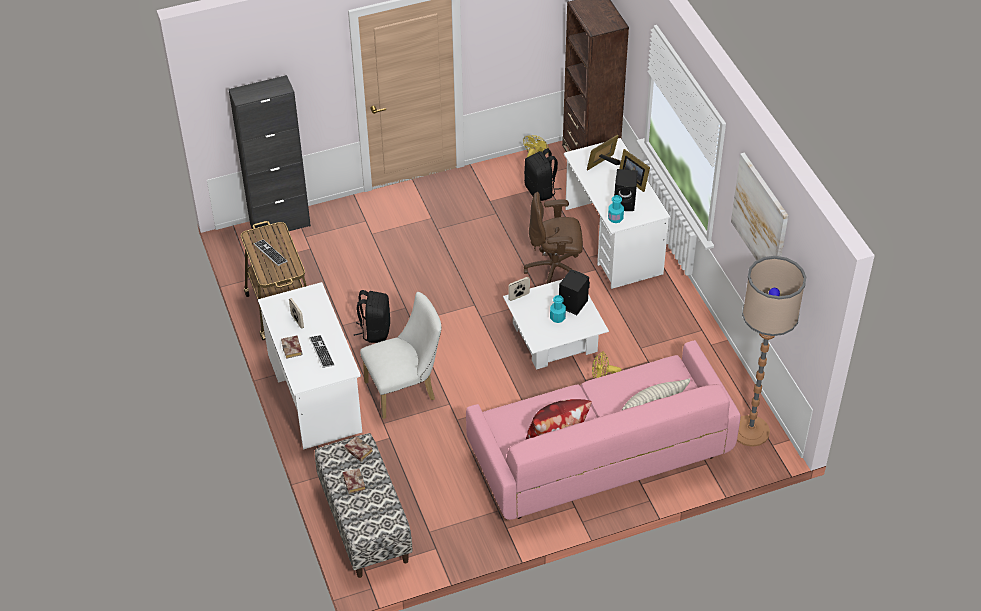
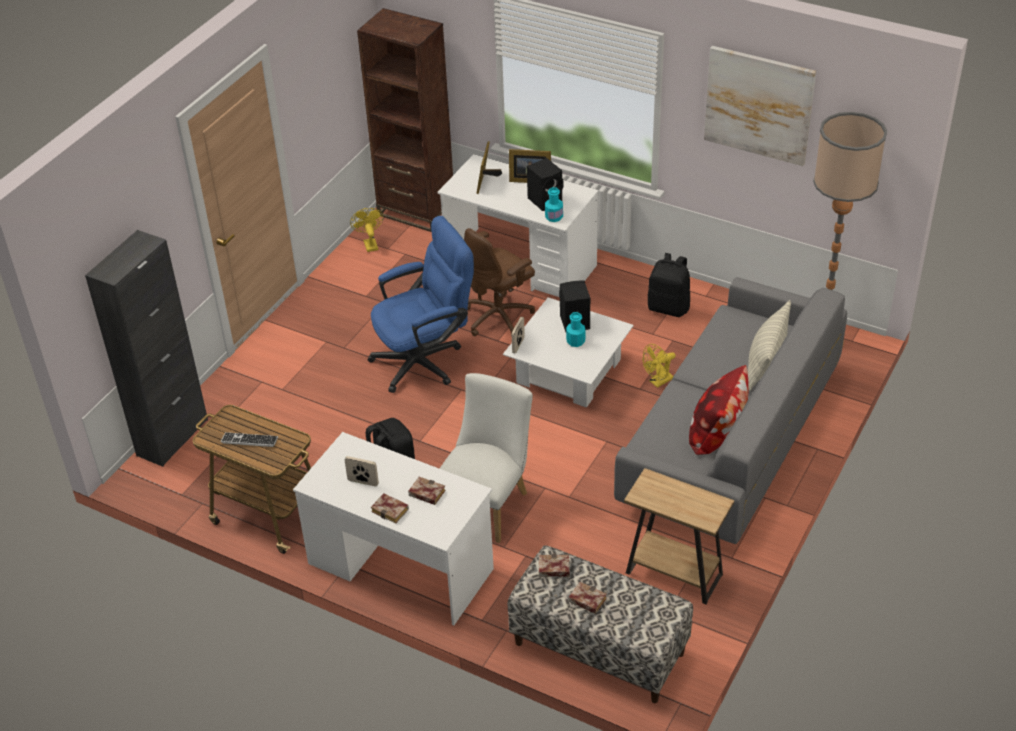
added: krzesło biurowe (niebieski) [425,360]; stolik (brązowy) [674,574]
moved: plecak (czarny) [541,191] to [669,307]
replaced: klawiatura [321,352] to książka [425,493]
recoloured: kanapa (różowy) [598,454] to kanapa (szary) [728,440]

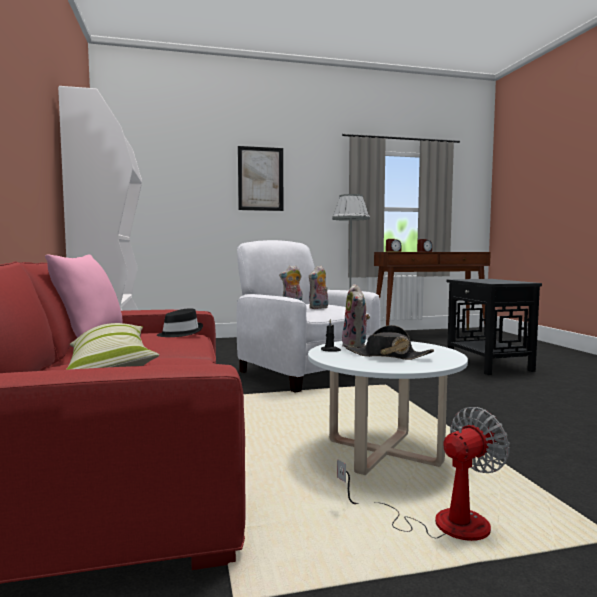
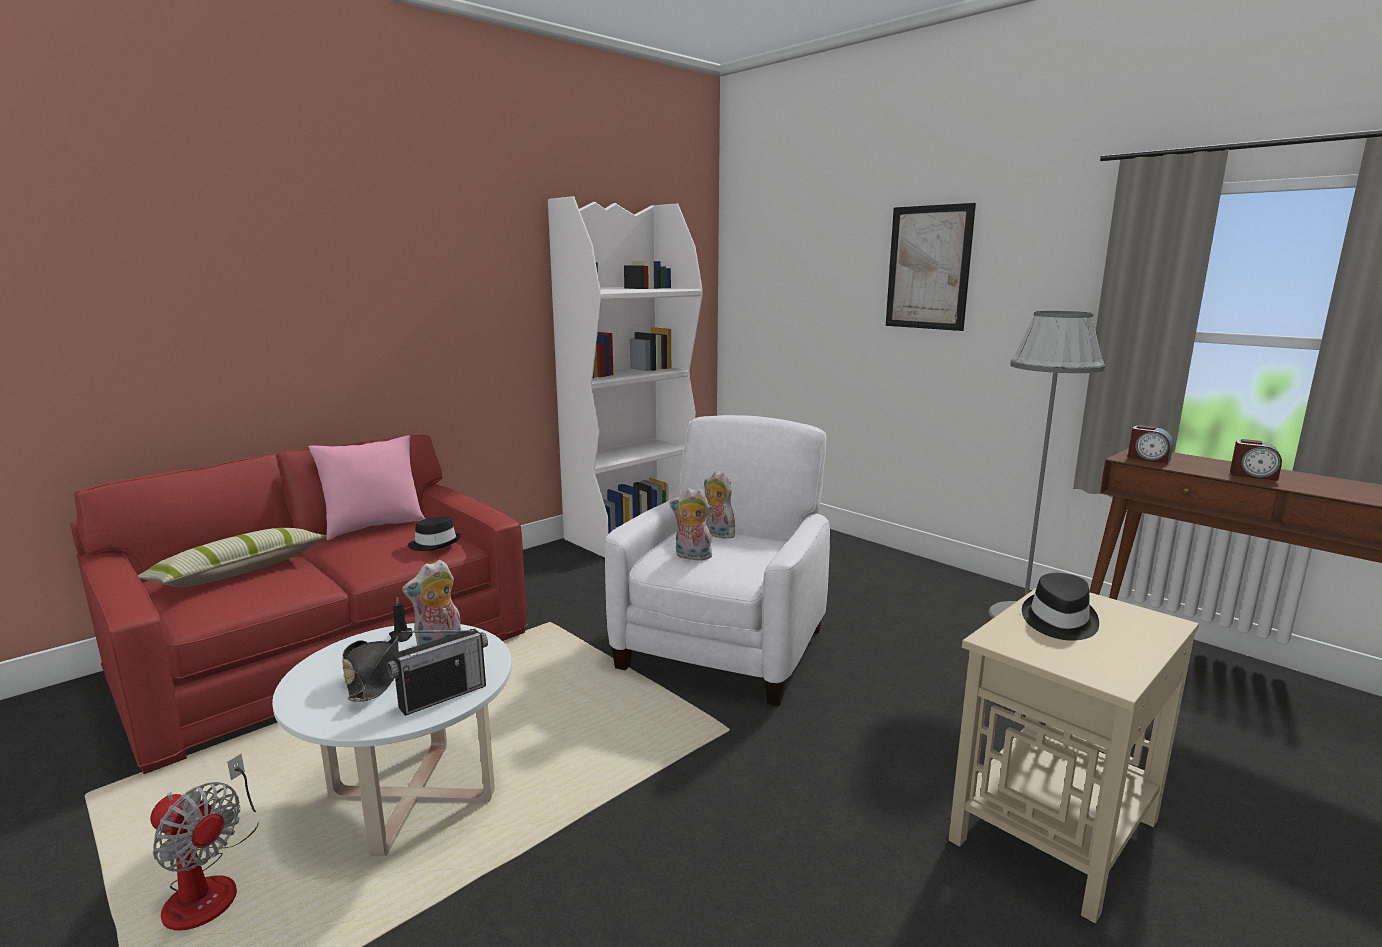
added: radio [442,696]; kapelusz (czarny) [1058,621]
recoloured: stolik (czarny) [488,365] to stolik (beżowy) [1052,829]

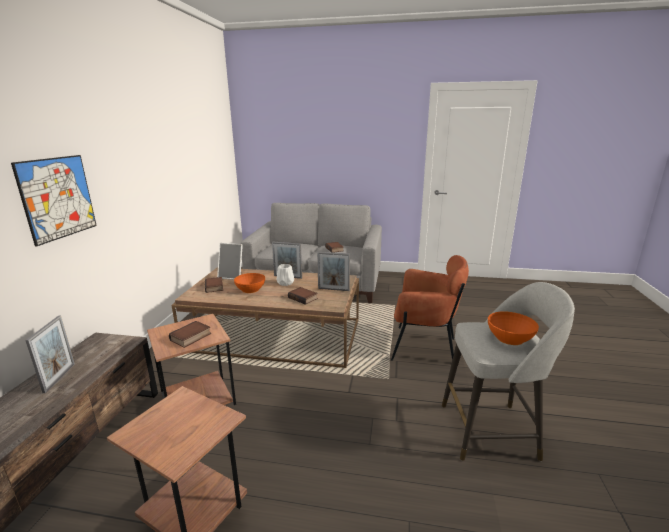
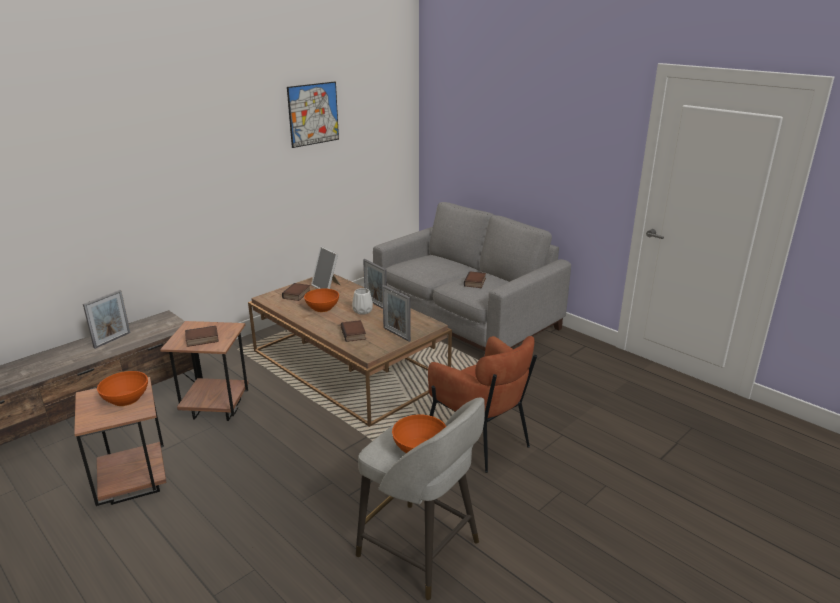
added: miska (pomarańczowy) [126,399]
moved: obraz [58,198] to [313,114]

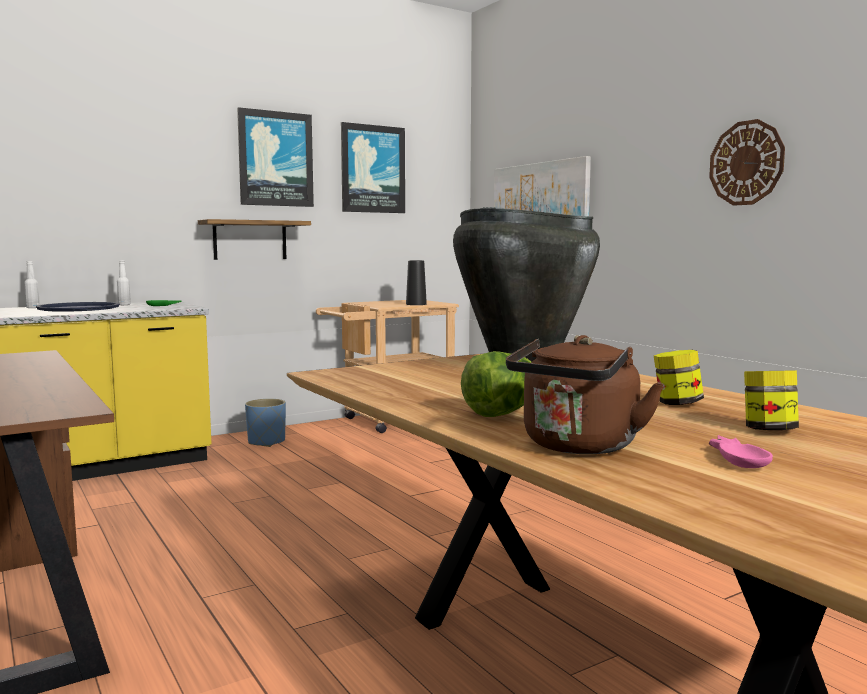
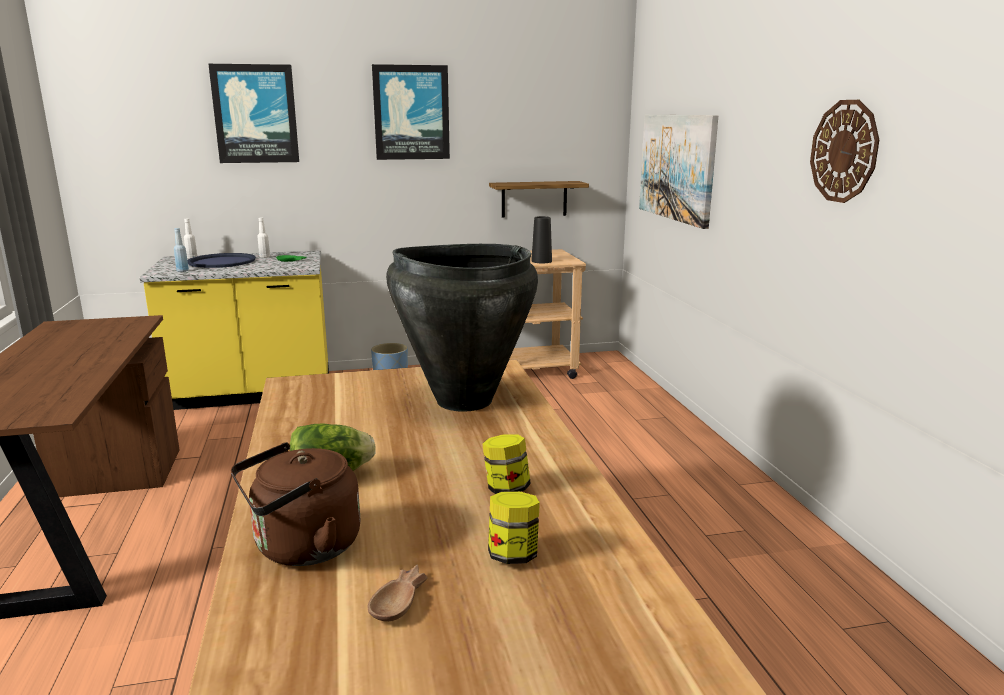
added: butelka (niebieski) [182,271]
moved: półka [250,240] to [534,199]; obraz [372,169] to [255,114]
recoloured: miska (różowy) [739,459] to miska (brązowy) [401,600]

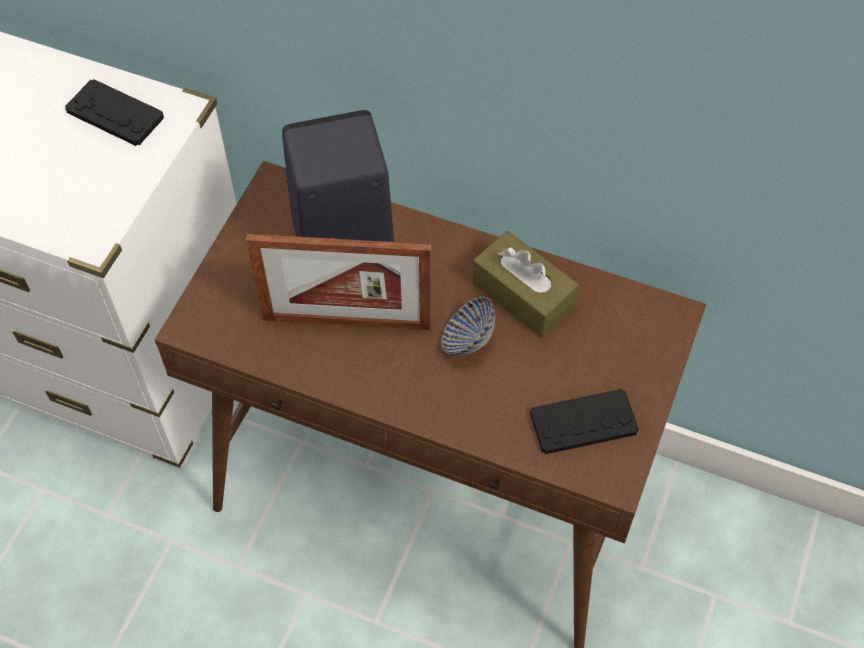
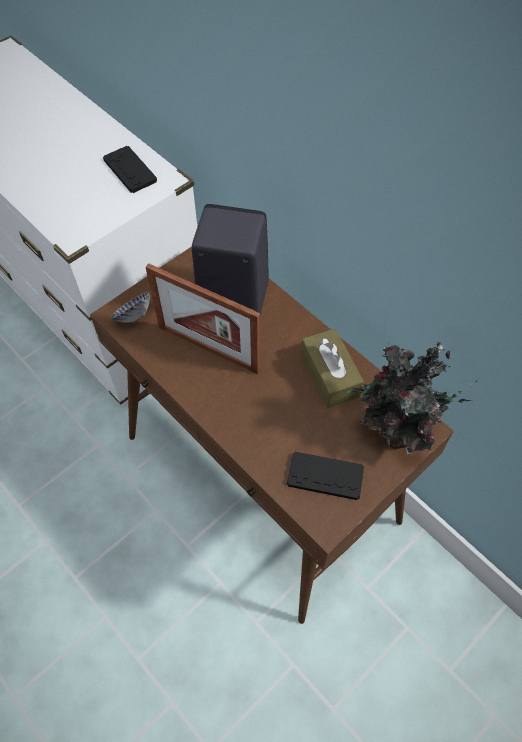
added: roślina doniczkowa [394,434]
moved: miska [468,340] to [133,316]

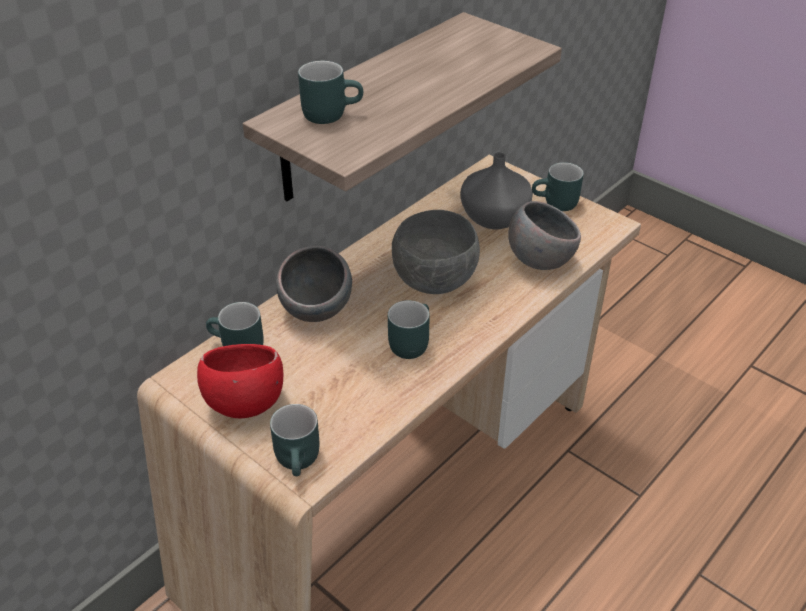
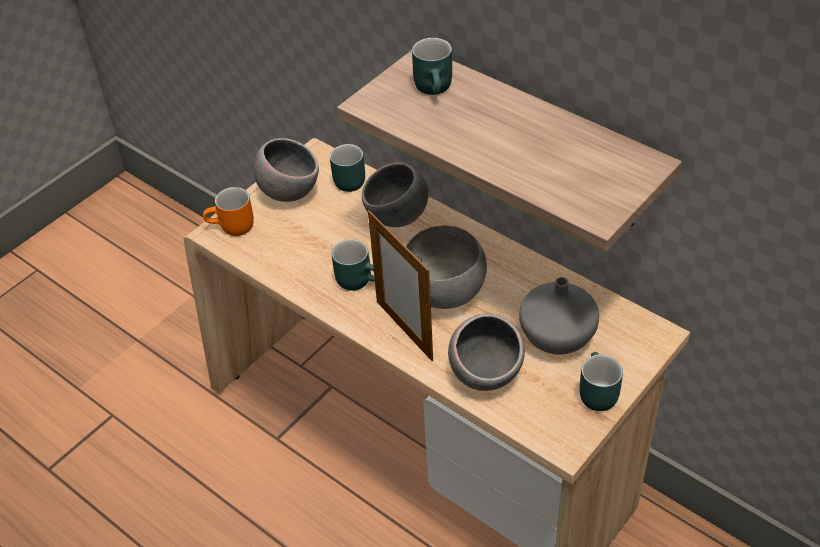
added: ramka na zdjęcie [404,330]
recoloured: miska (czerwony) [245,404] to miska (szary) [289,192]; kubek (turkusowy) [301,460] to kubek (pomarańczowy) [232,228]

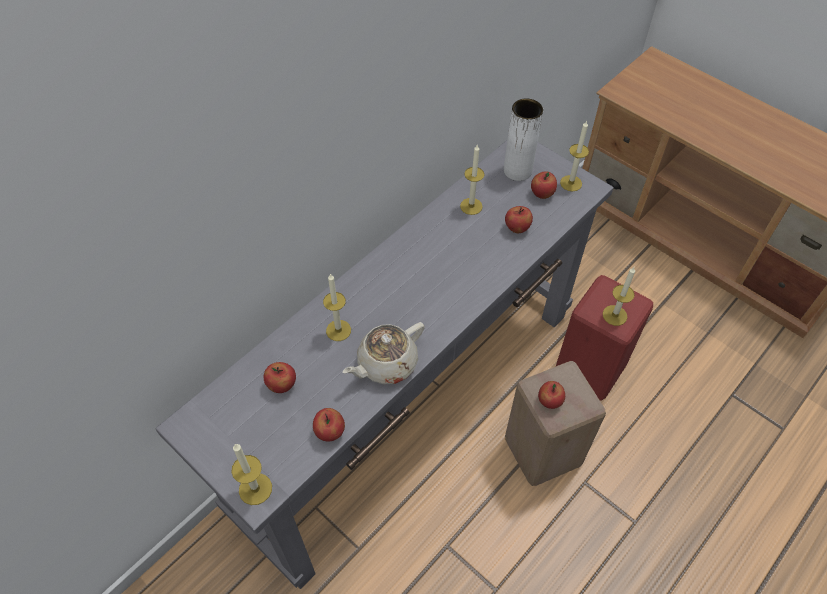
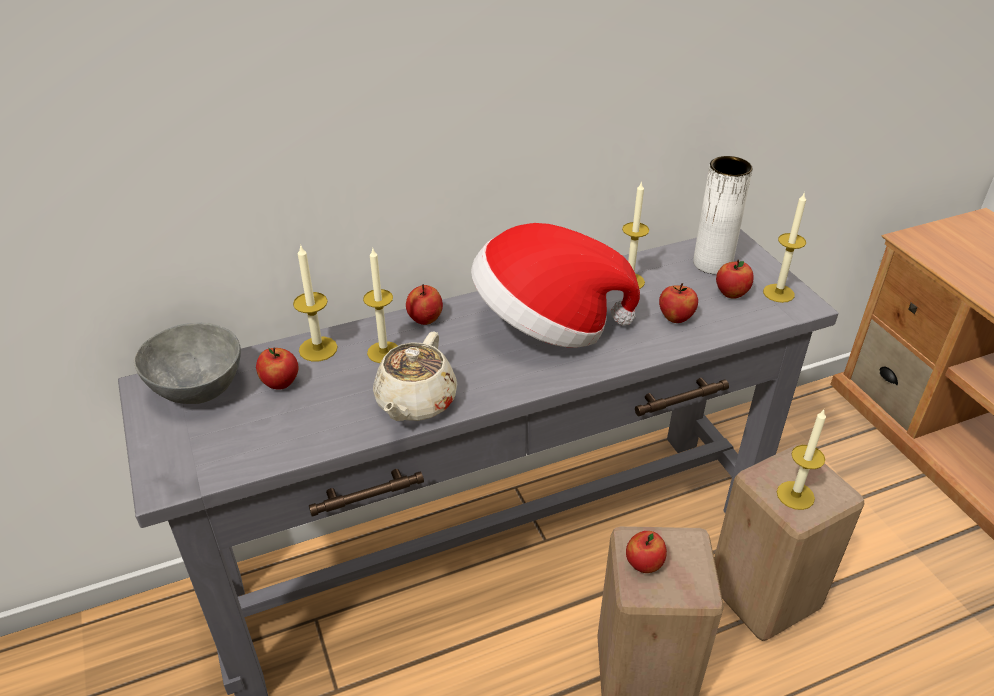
added: miska (szary) [197,387]; kapelusz [547,325]
moved: świeca [255,489] to [318,349]; jabłko [330,432] to [425,319]
recoloured: stołek (czerwony) [592,369] to stołek (beżowy) [767,597]
turned: imbryk (beżowy) [386,364] = [415,402] 60 degrees counterclockwise

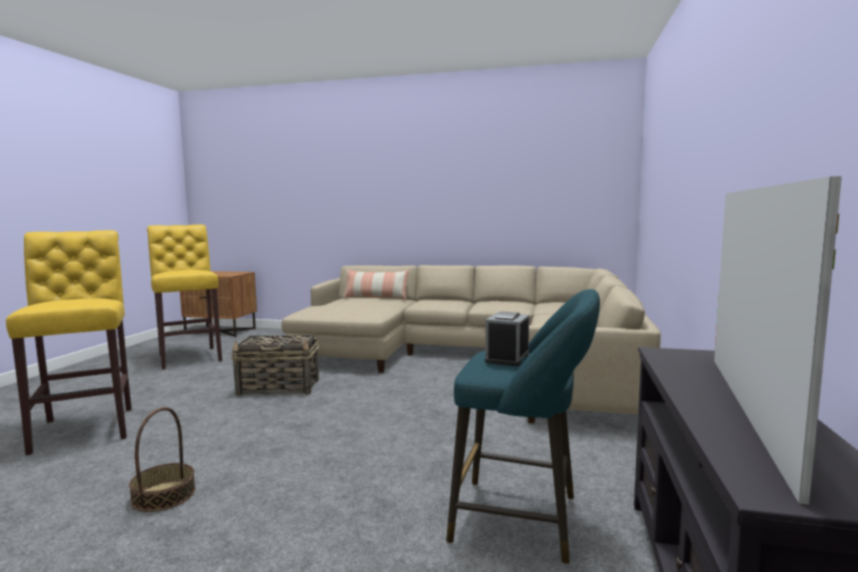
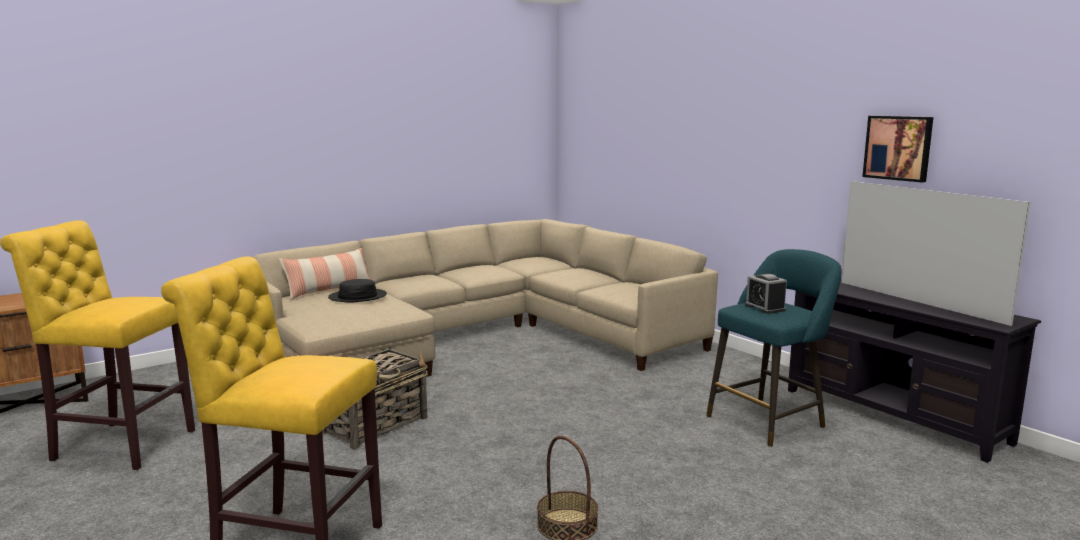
added: kapelusz (czarny) [357,297]; obraz [898,148]

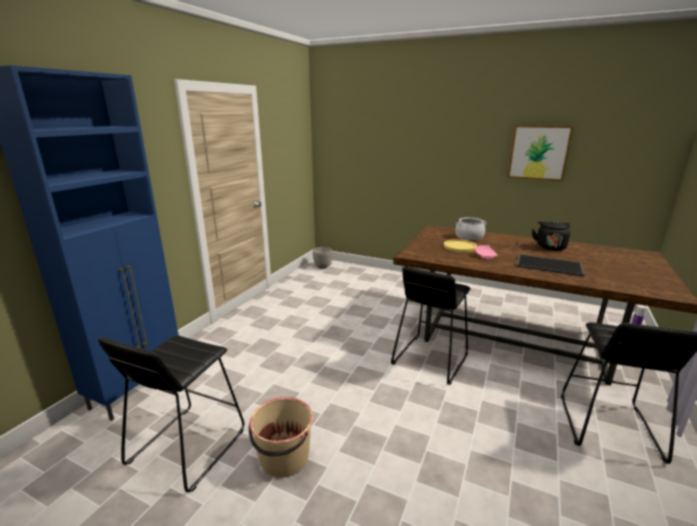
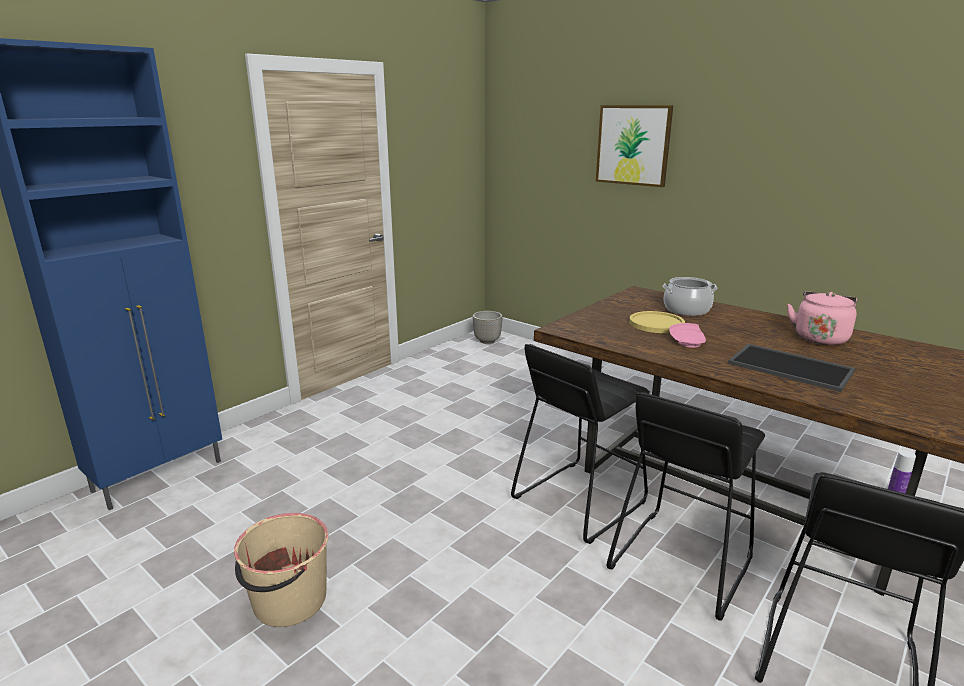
moved: stołek (czarny) [187,446] to [680,561]; obraz [538,152] to [633,145]
recoloured: czajnik (czarny) [549,247] to czajnik (różowy) [820,337]

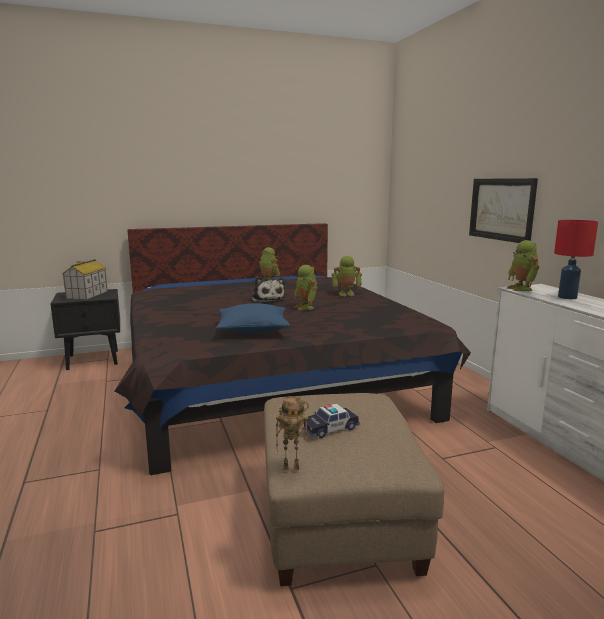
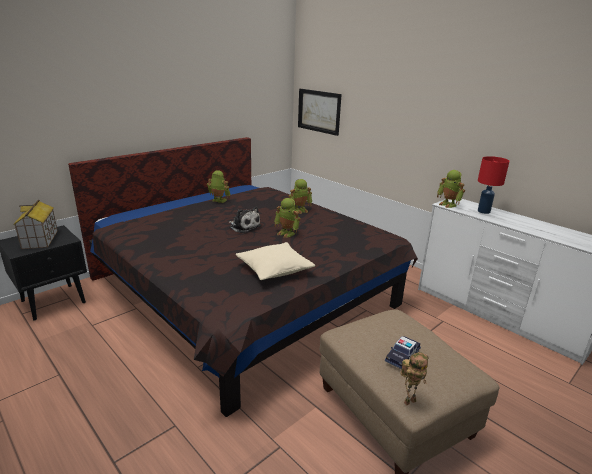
moved: obraz [501,209] to [319,111]
recoloured: poduszka (niebieski) [253,329] to poduszka (beżowy) [274,269]

